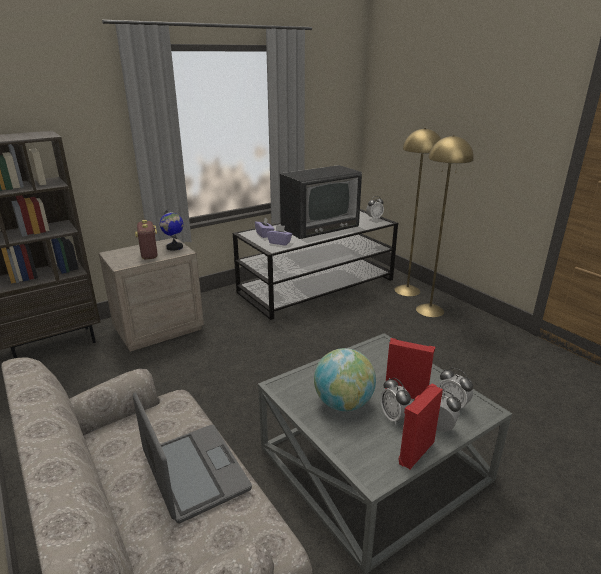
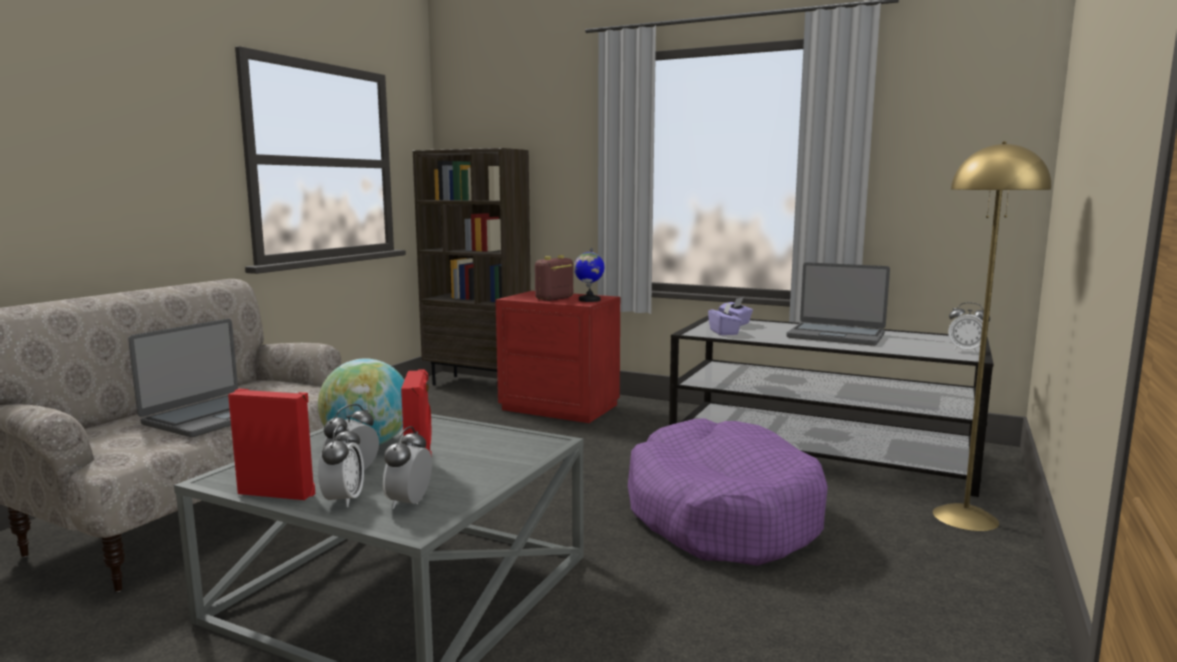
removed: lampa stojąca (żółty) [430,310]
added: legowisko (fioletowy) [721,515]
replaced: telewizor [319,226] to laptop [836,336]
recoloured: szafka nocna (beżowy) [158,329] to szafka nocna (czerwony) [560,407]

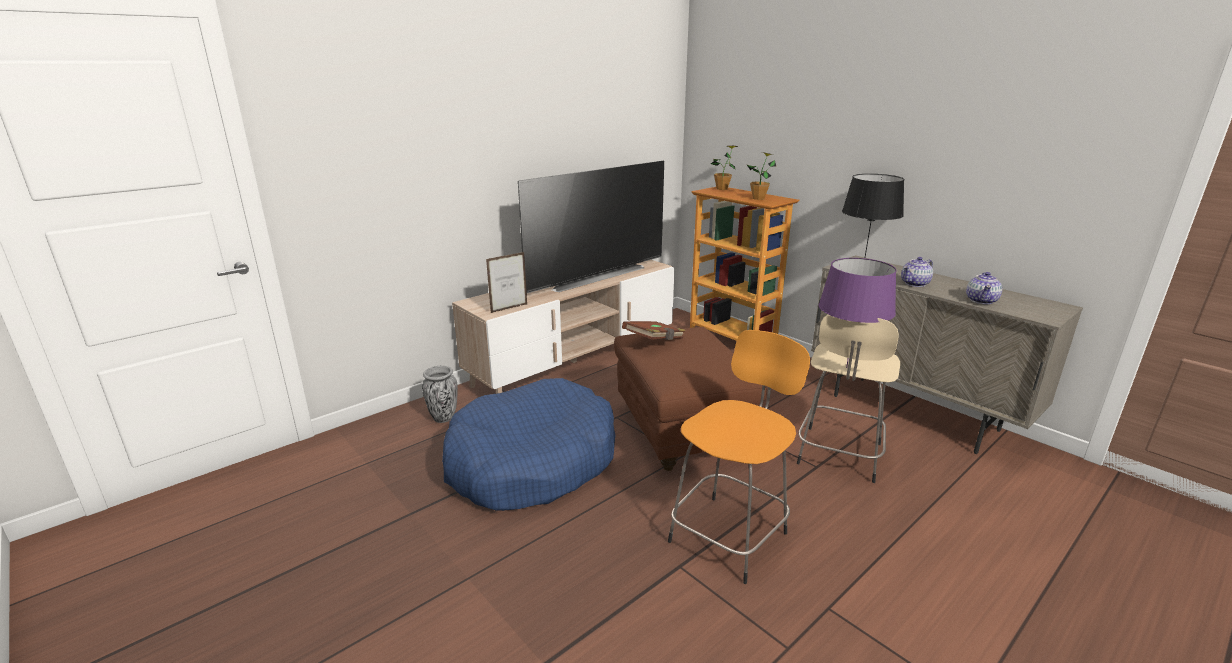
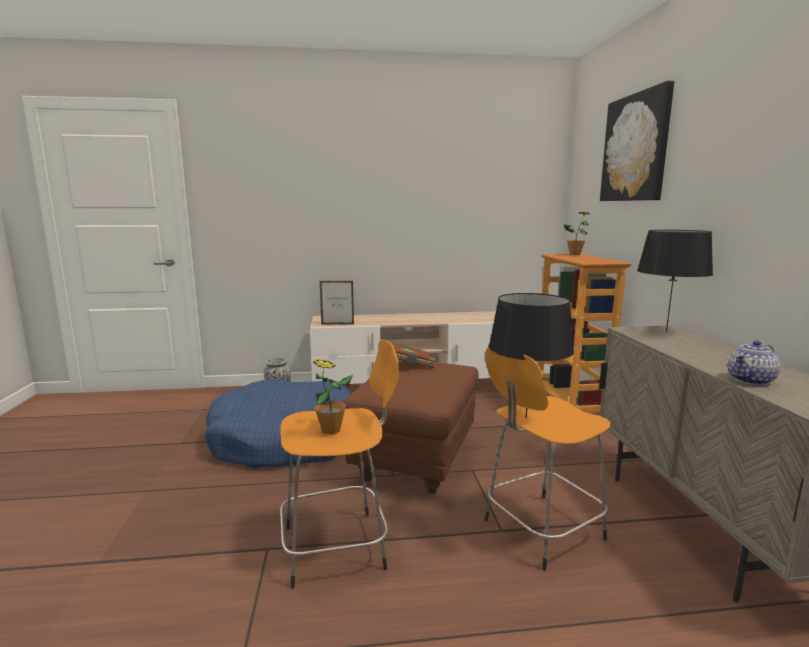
removed: telewizor [594,275]; imbryk [915,284]
added: obraz [636,148]
moved: roślina doniczkowa [758,198] to [331,430]
recoloured: stołek (beżowy) [838,455] to stołek (pomarańczowy) [540,531]; lampa stołowa (fioletowy) [847,367] to lampa stołowa (czarny) [526,418]

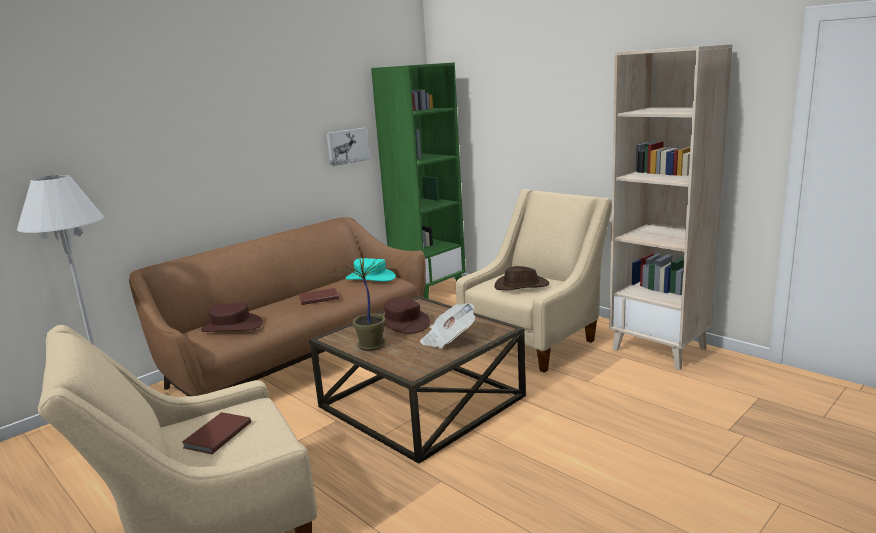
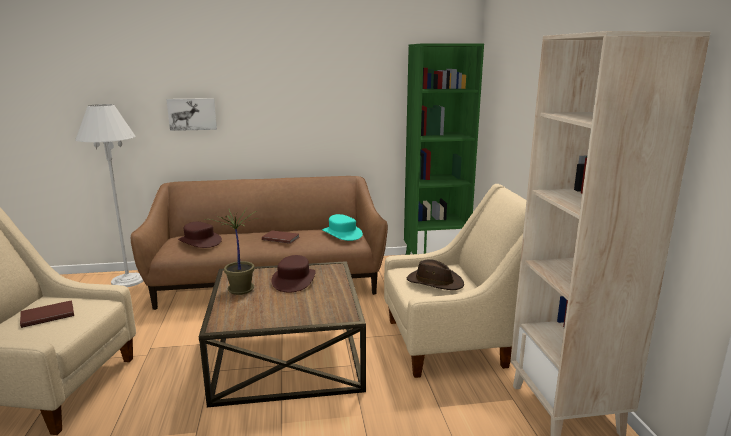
removed: gazeta [448,339]
moved: obraz [347,146] to [192,114]

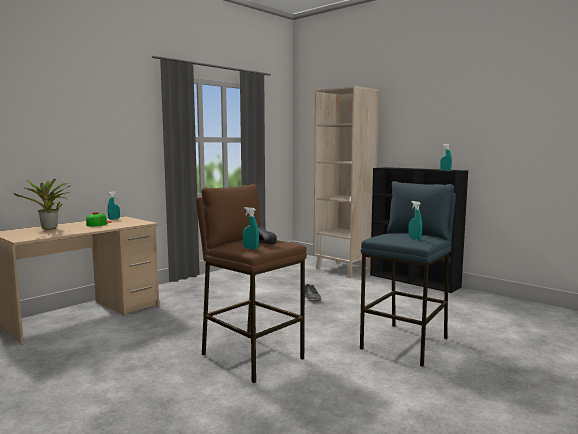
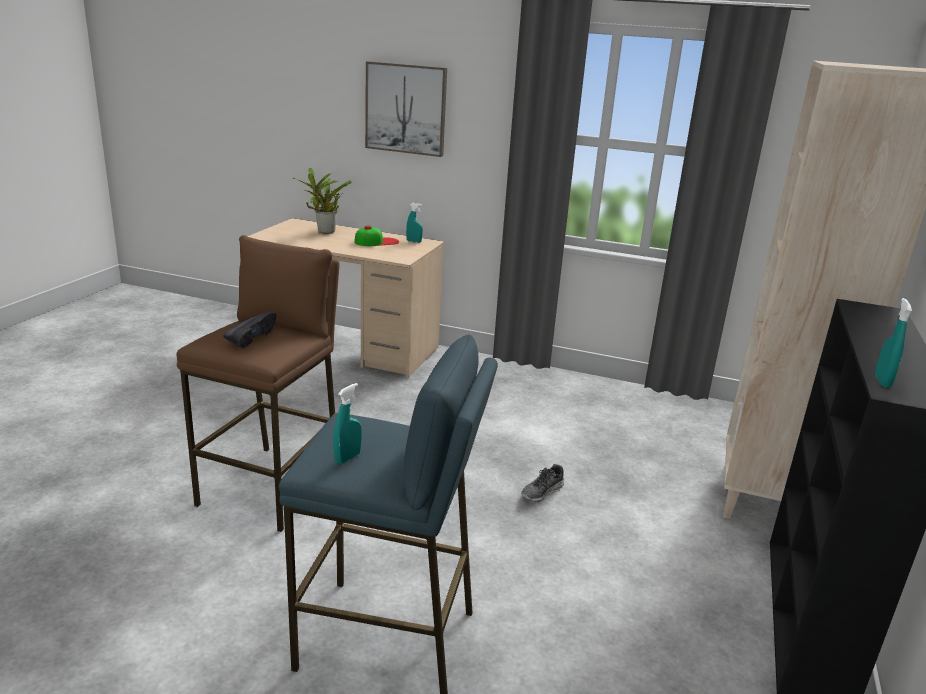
removed: spryskiwacz (turkusowy) [250,248]
added: obraz [406,109]

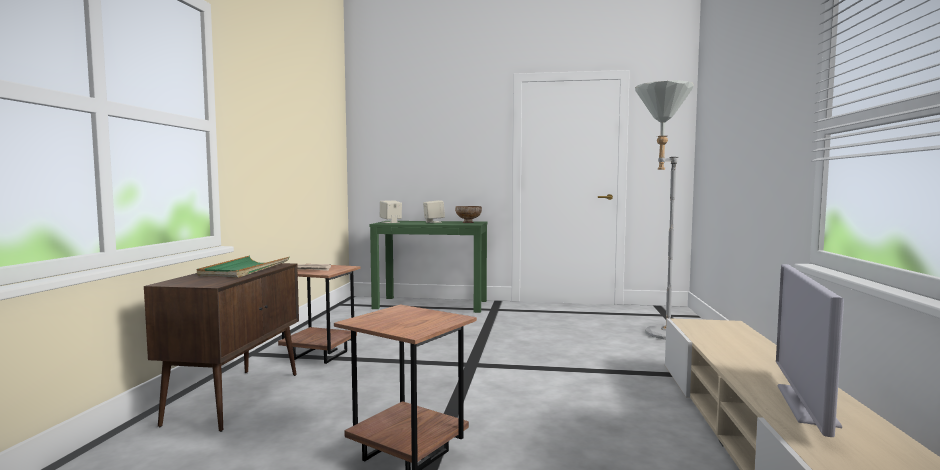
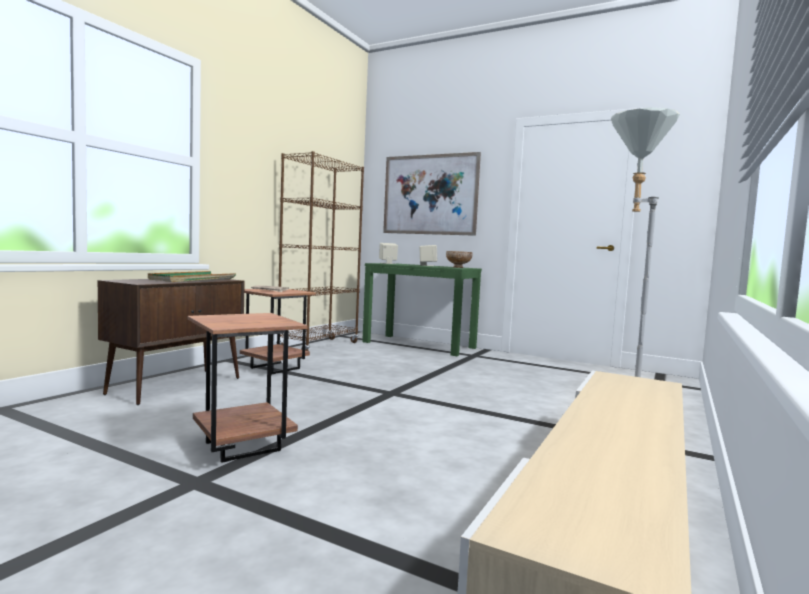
removed: telewizor [806,405]
added: regał (brązowy) [319,346]; obraz [429,194]

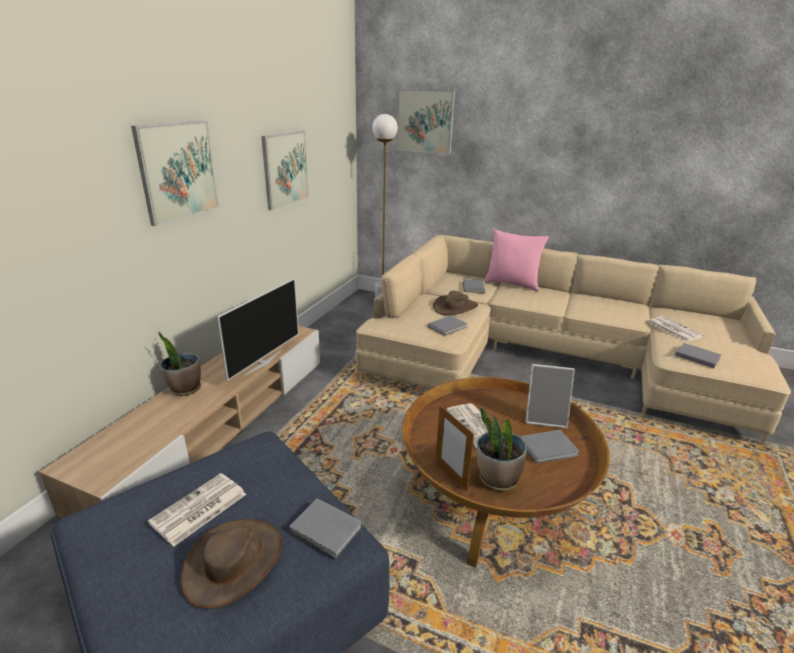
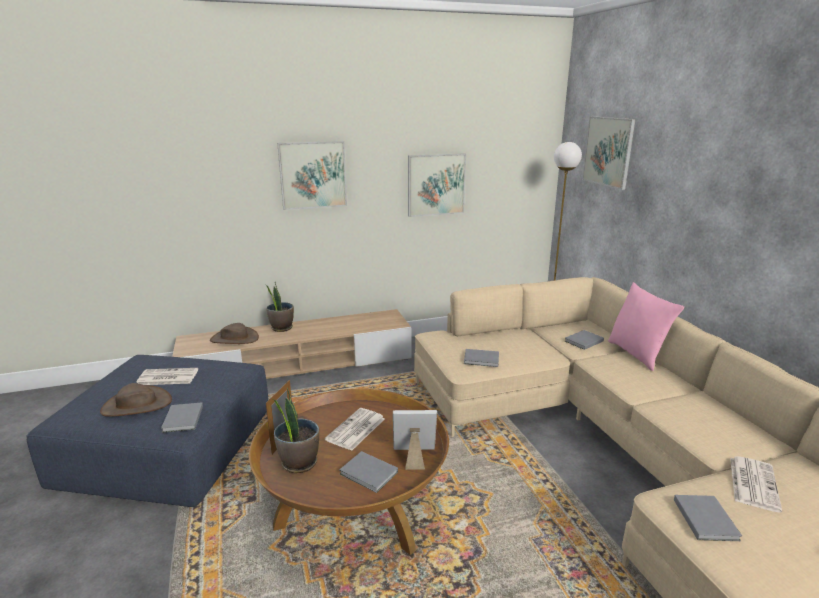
removed: telewizor [263,362]
moved: kapelusz (brązowy) [455,307] to [234,339]
turned: ramka na zdjęcie [545,417] = [414,457] 120 degrees clockwise

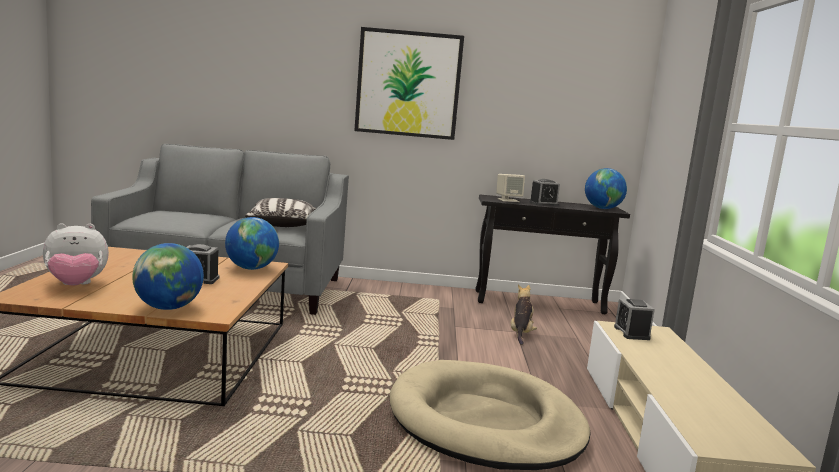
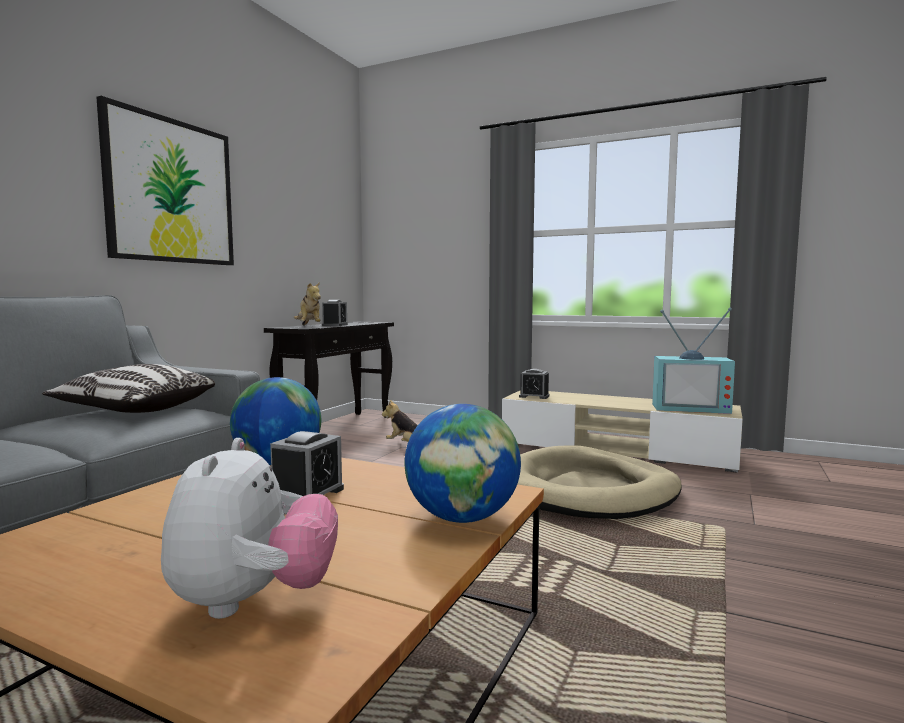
removed: globus [602,208]
added: telewizor [690,407]
replaced: głośnik (beżowy) [508,200] to pluszak [309,326]

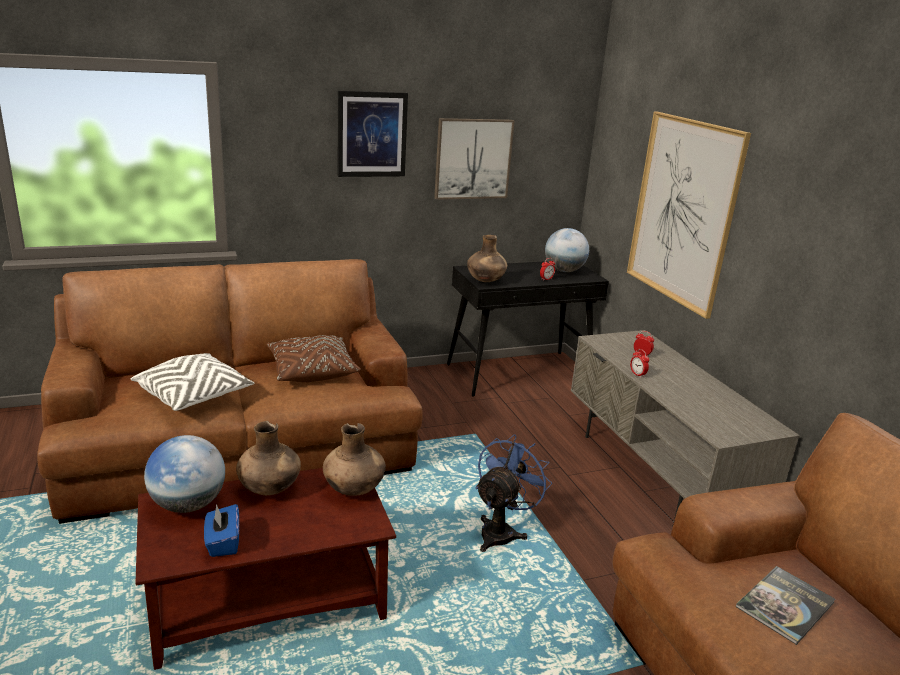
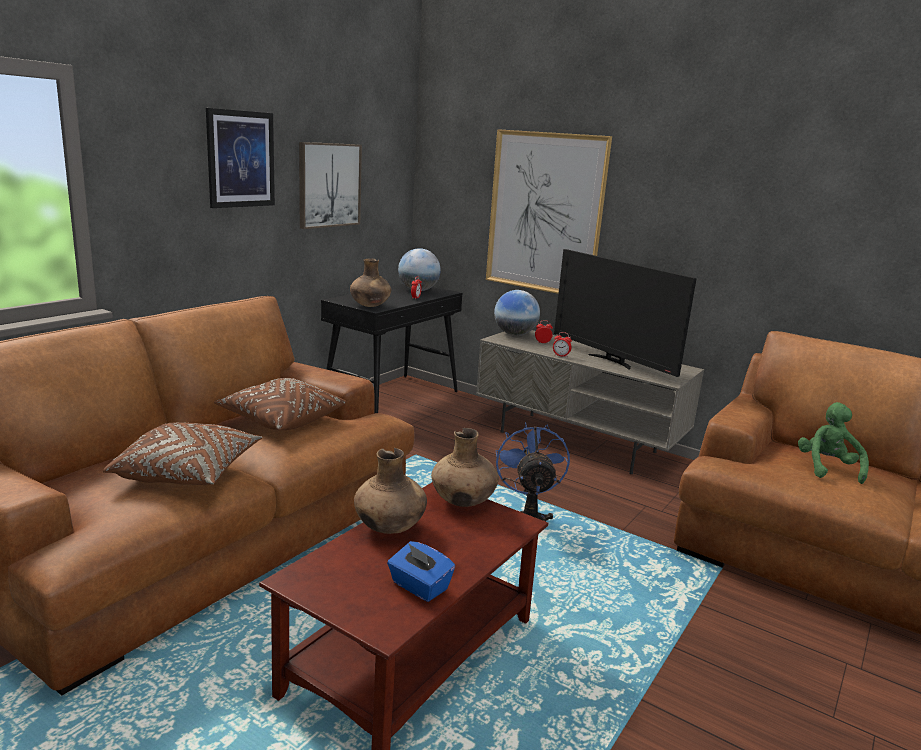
added: telewizor [612,361]
moved: globus [188,504] to [515,334]
replaced: książka [785,605] to pluszak (zielony) [827,468]
recoloured: poduszka (biały) [194,396] to poduszka (brązowy) [188,472]

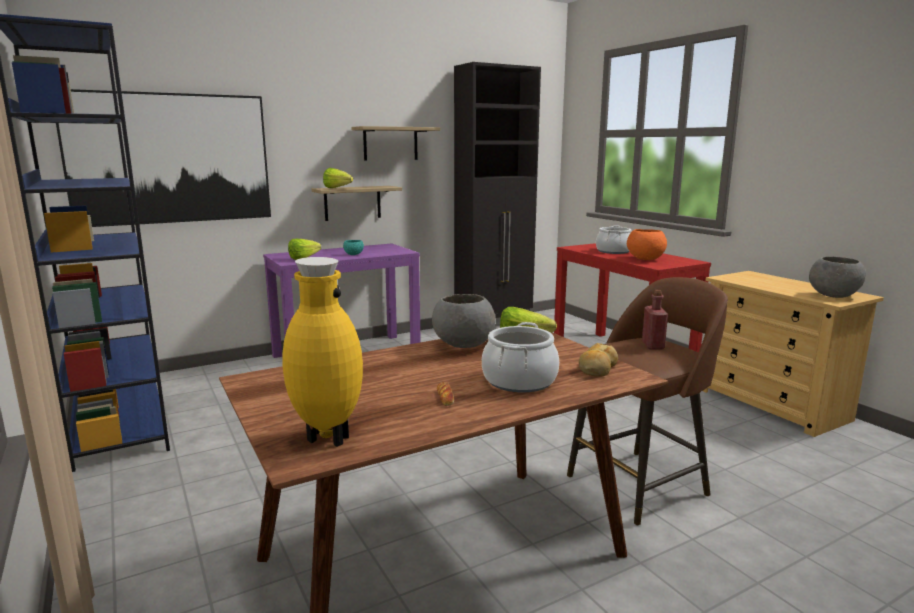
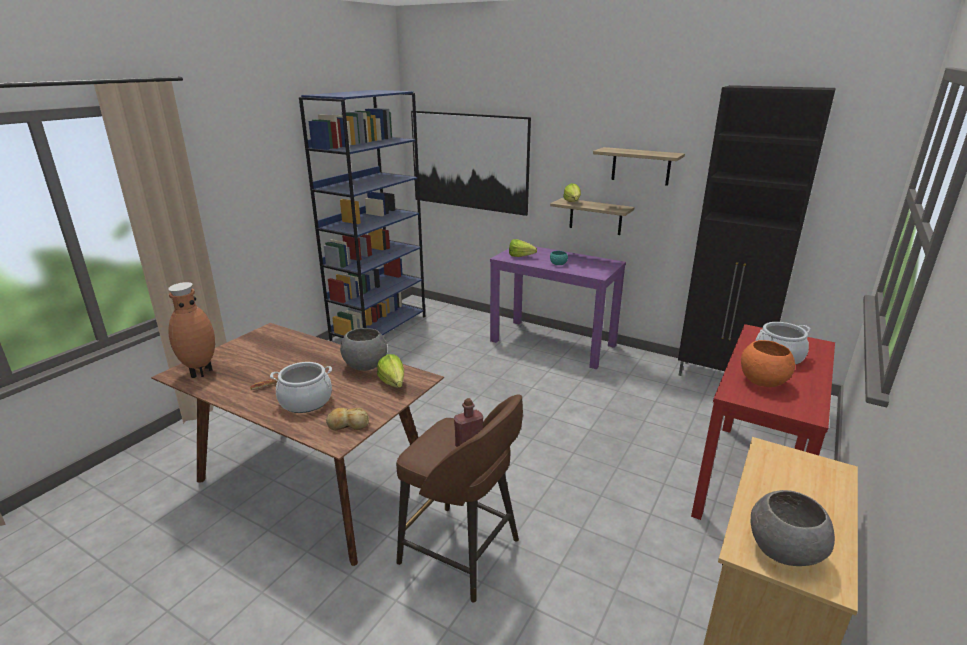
recoloured: wazon (żółty) [325,438] to wazon (brązowy) [200,372]

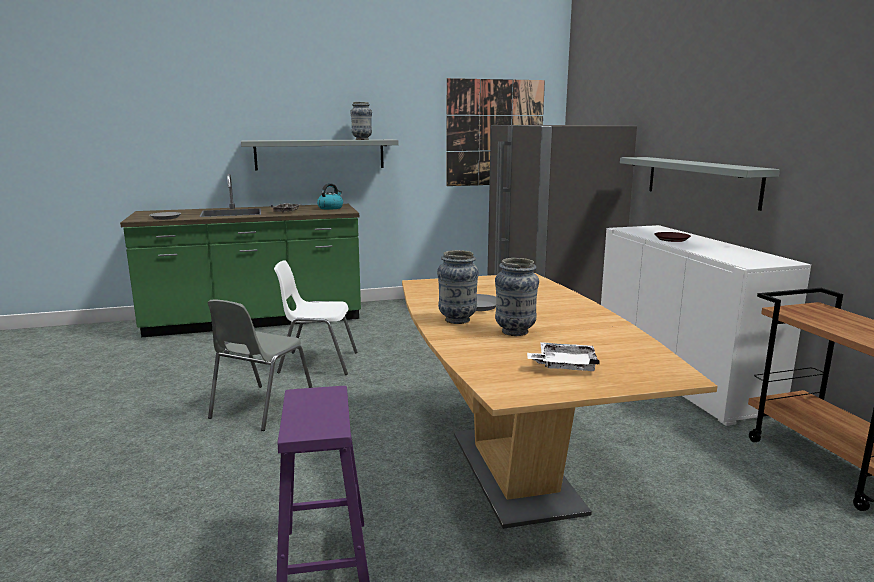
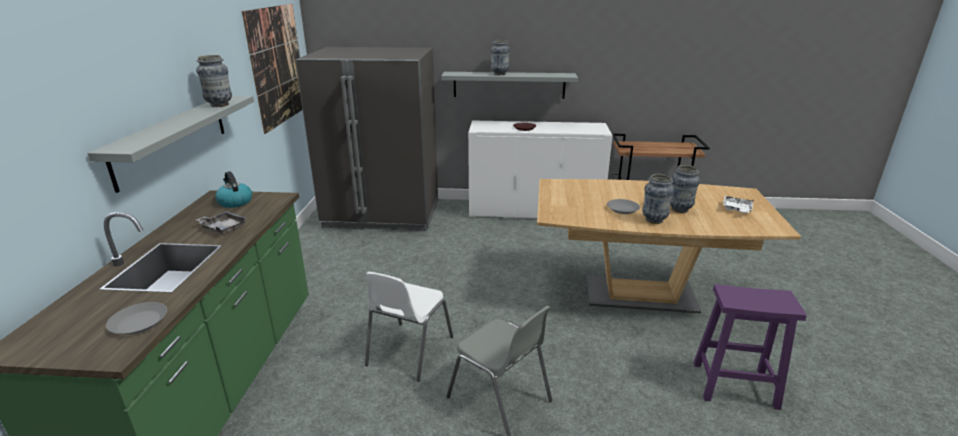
added: wazon [499,74]

